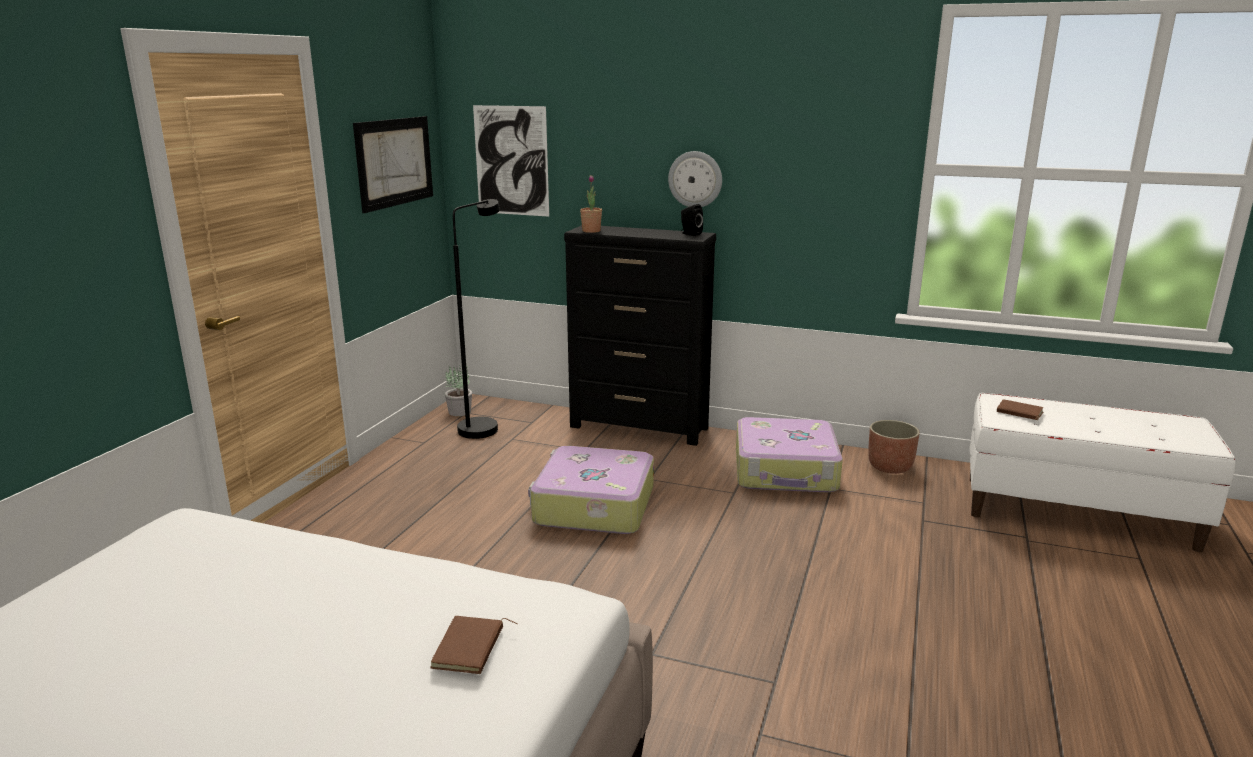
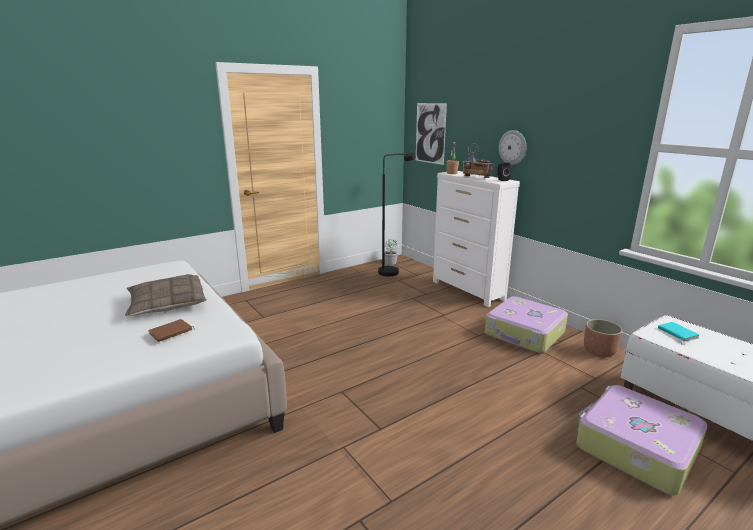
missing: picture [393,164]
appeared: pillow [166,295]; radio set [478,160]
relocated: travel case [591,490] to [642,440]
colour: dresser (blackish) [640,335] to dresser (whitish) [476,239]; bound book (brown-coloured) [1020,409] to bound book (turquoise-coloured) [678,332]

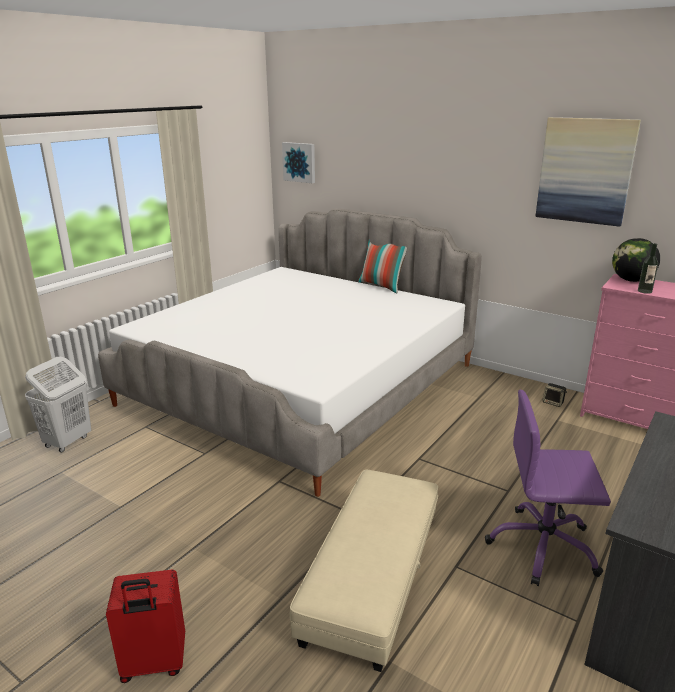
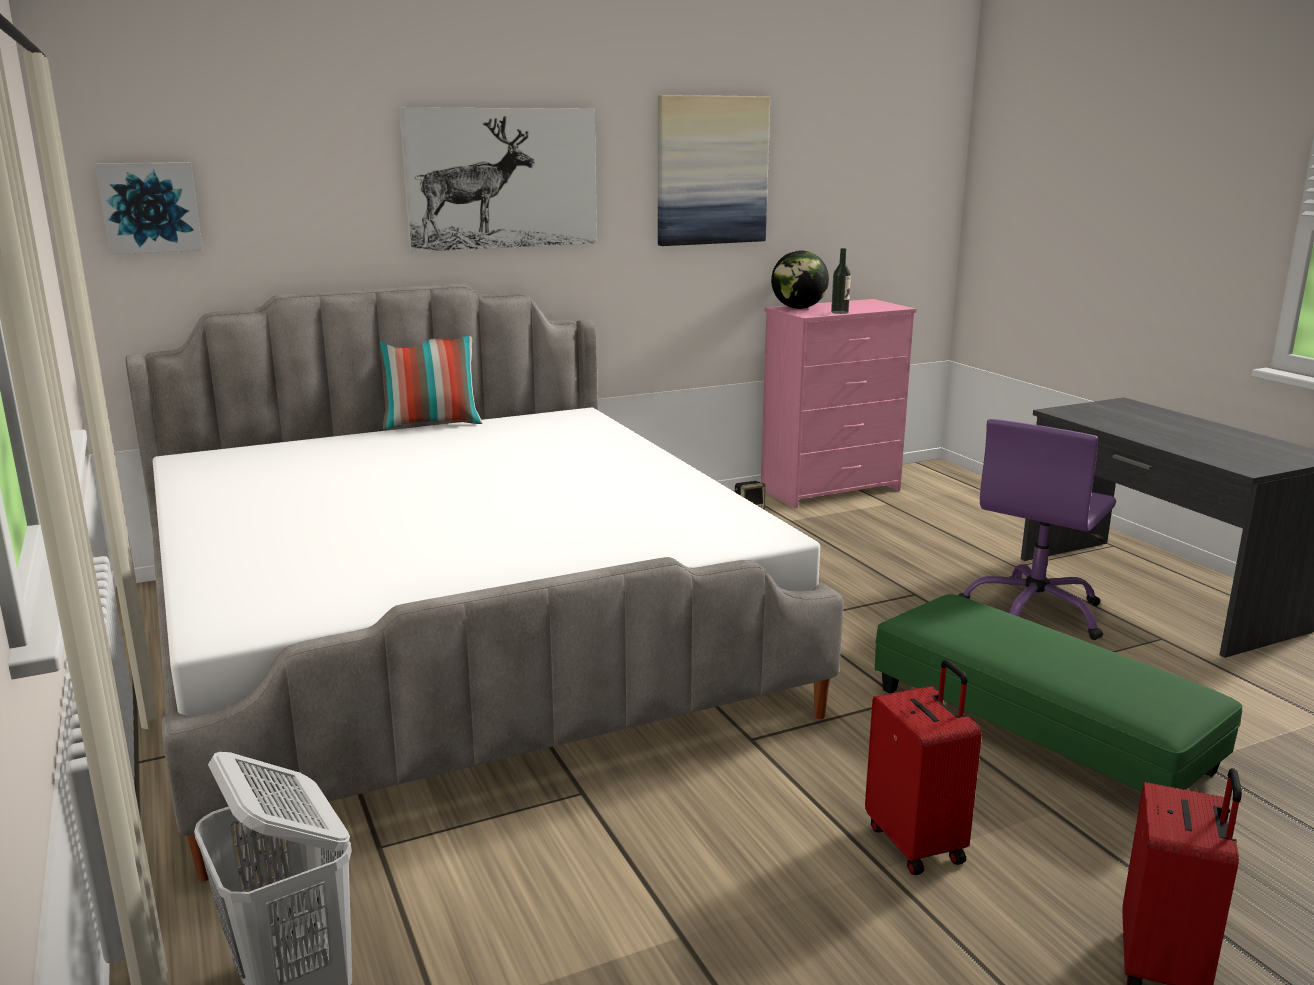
appeared: picture [498,179]; travel case (red-coloured) [923,767]
colour: ottoman (sand-coloured) [364,571] to ottoman (green-coloured) [1058,693]

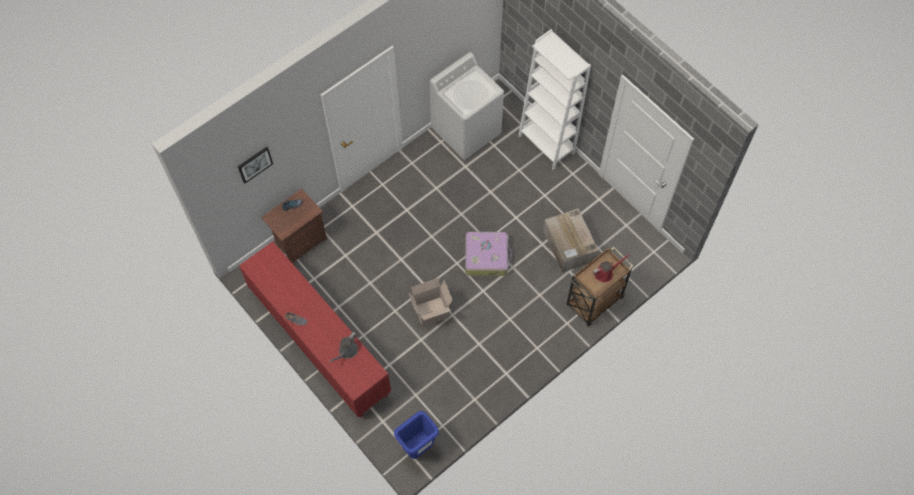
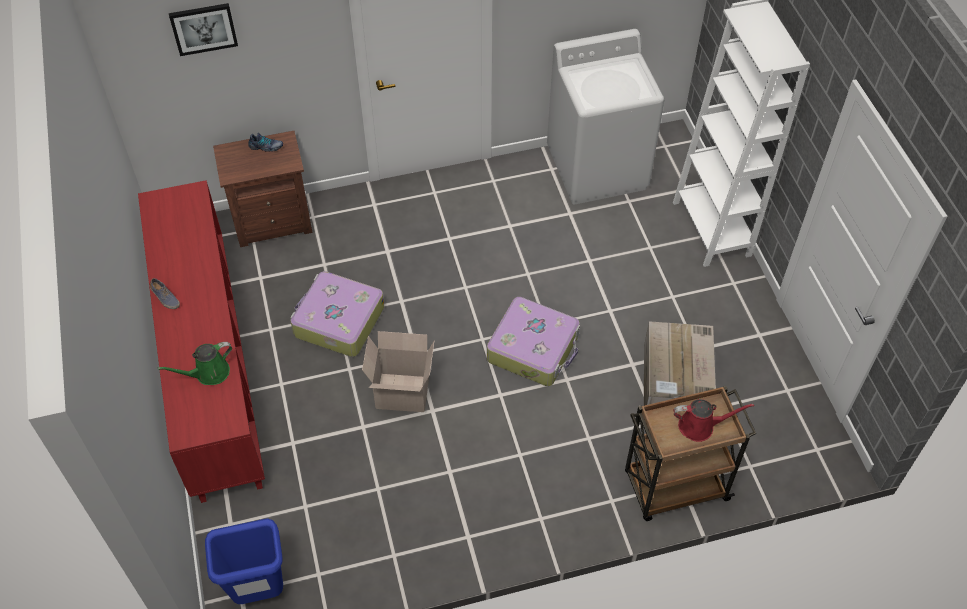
appeared: travel case [337,314]
colour: watering pot (greyish) [343,347] to watering pot (green-coloured) [195,363]

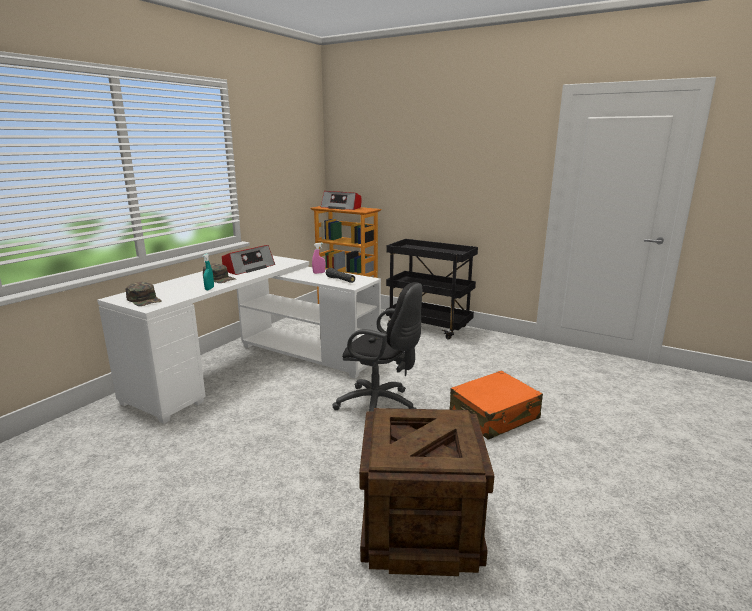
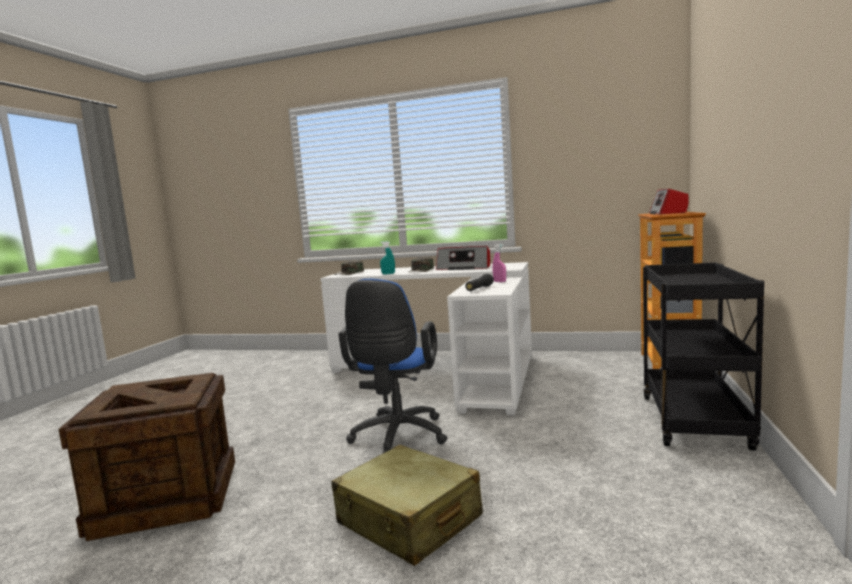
colour: travel case (orangey) [496,405] to travel case (sand-coloured) [407,505]; computer chair (blackish) [377,347] to computer chair (bluish) [393,366]

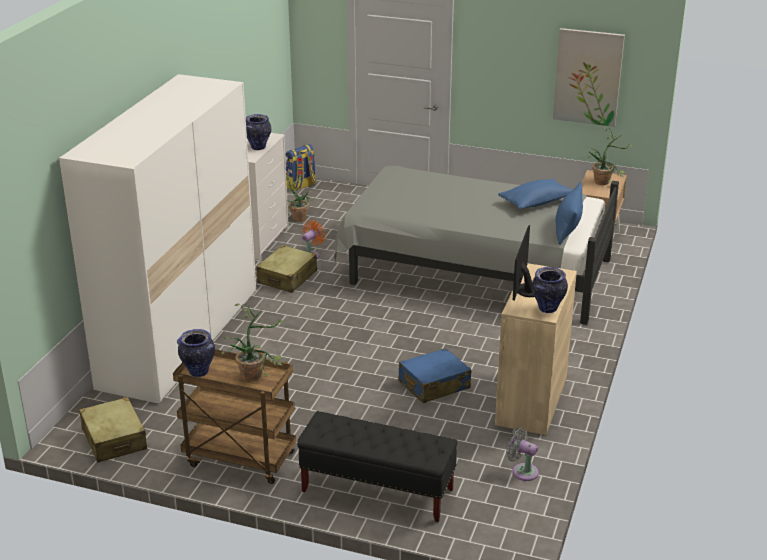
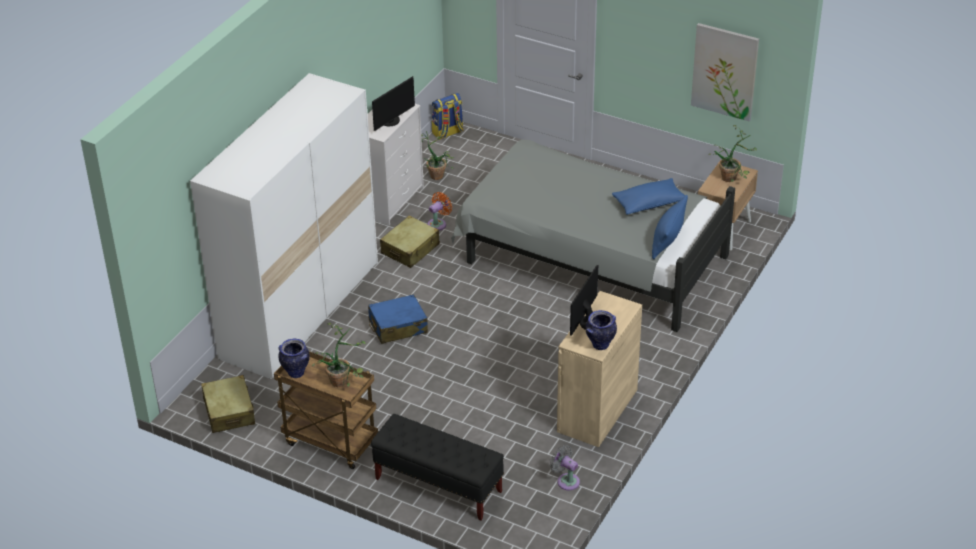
relocated: travel case (bluish) [434,375] to [398,319]
exchanged: flower vase [258,132] to computer display [393,103]

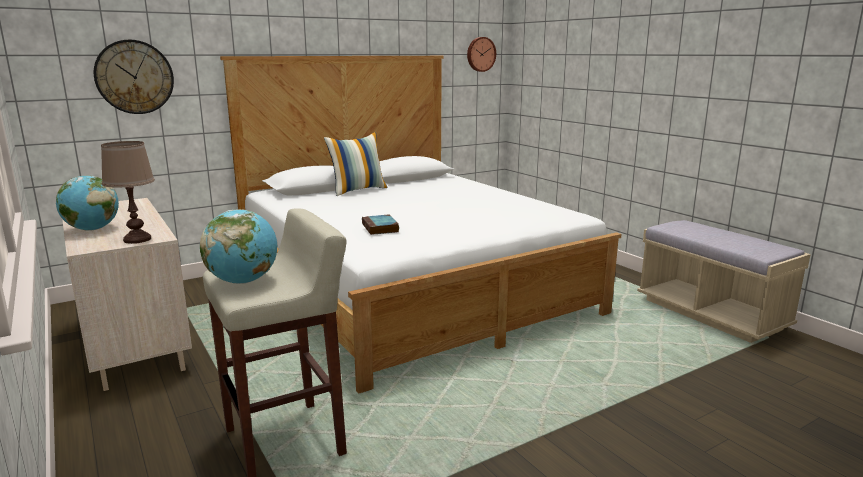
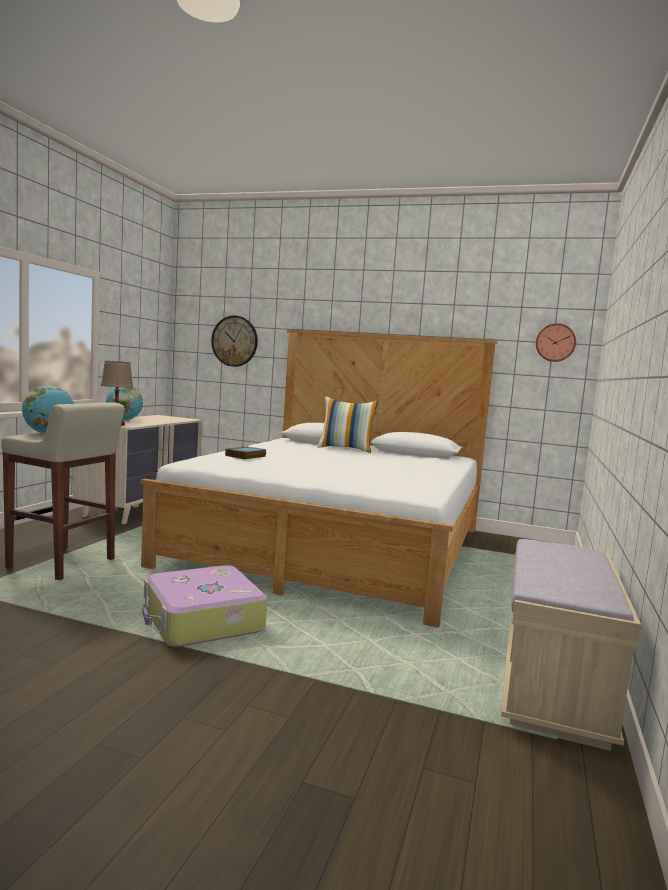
appeared: travel case [204,606]

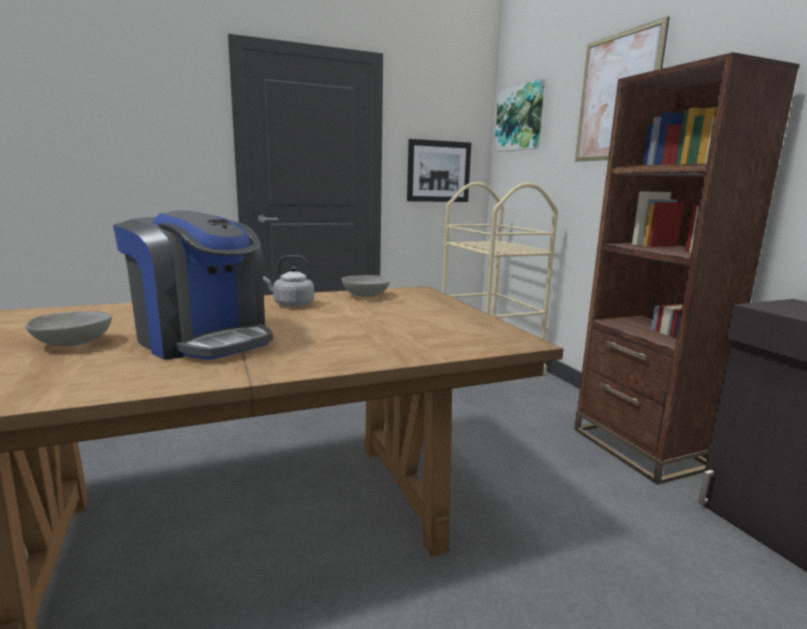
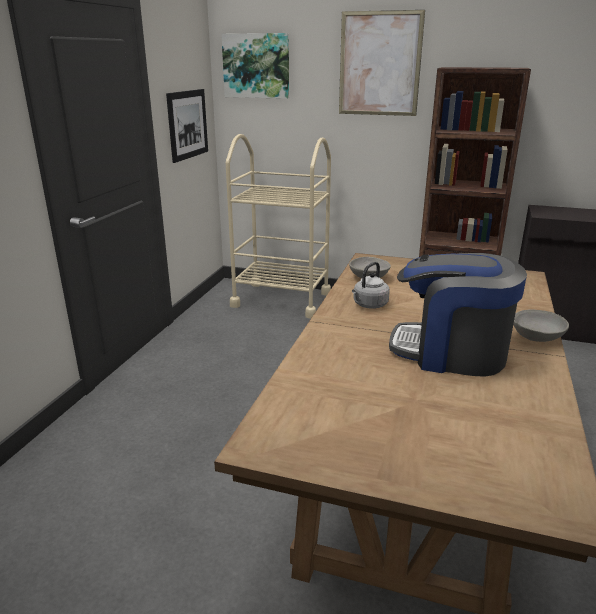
relocated: bowl (greyish) [68,329] to [541,326]
spun: coffee machine [193,285] = [458,315] 150 degrees counterclockwise

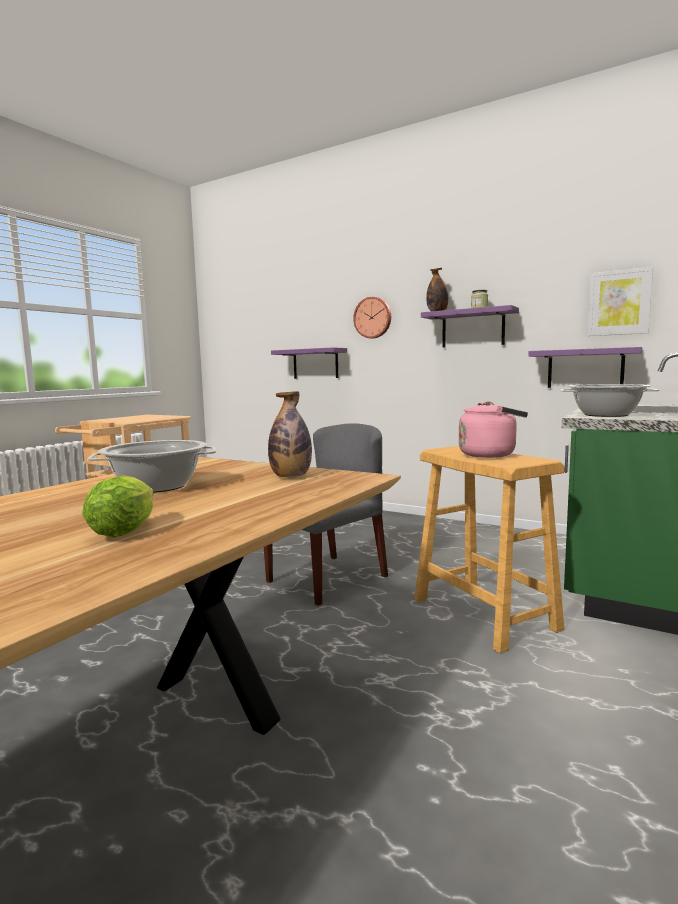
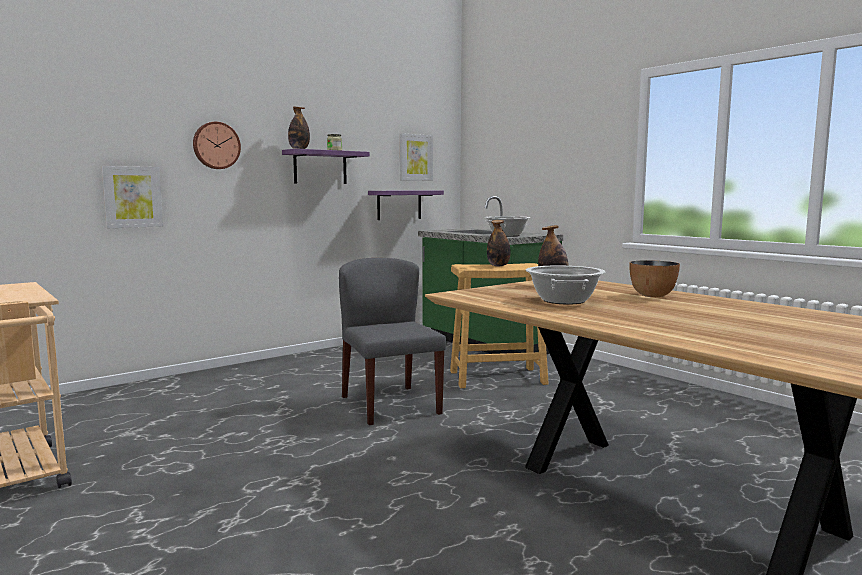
missing: lettuce [118,506]
appeared: bowl [654,278]
exchanged: bracket shelf (purple) [309,363] to picture [132,197]; kettle (pink-coloured) [493,429] to beverage bottle [499,243]

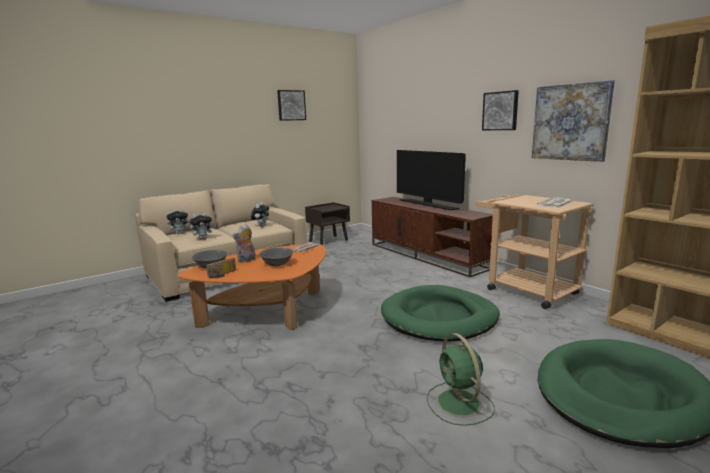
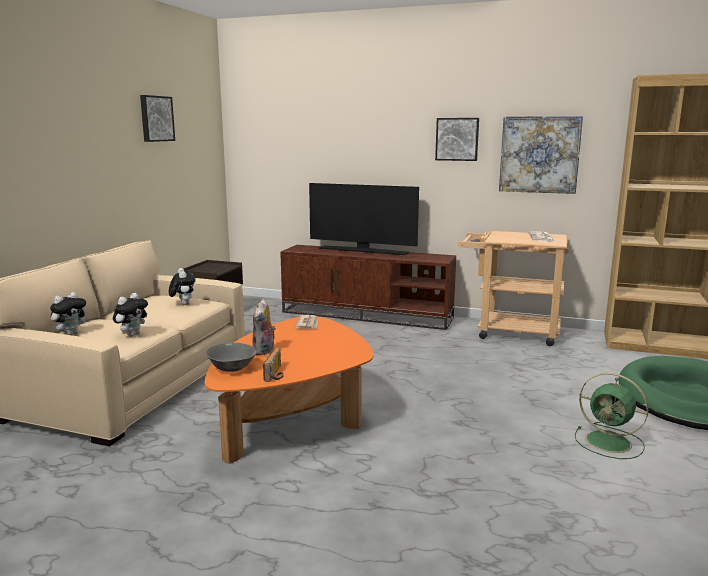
missing: bowl (greyish) [276,257]; dog bed (green-coloured) [440,313]

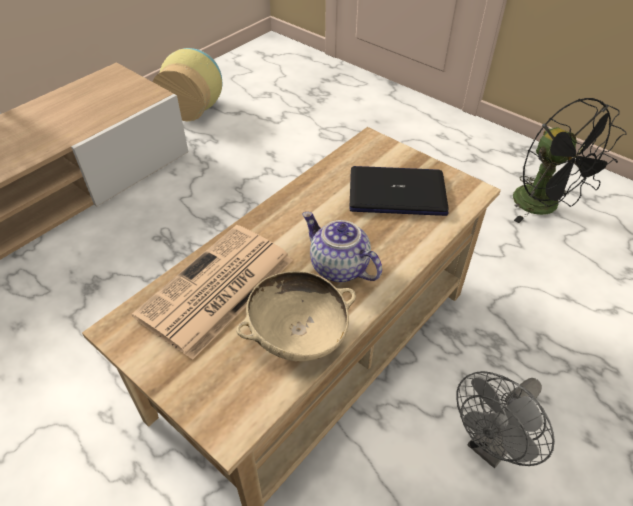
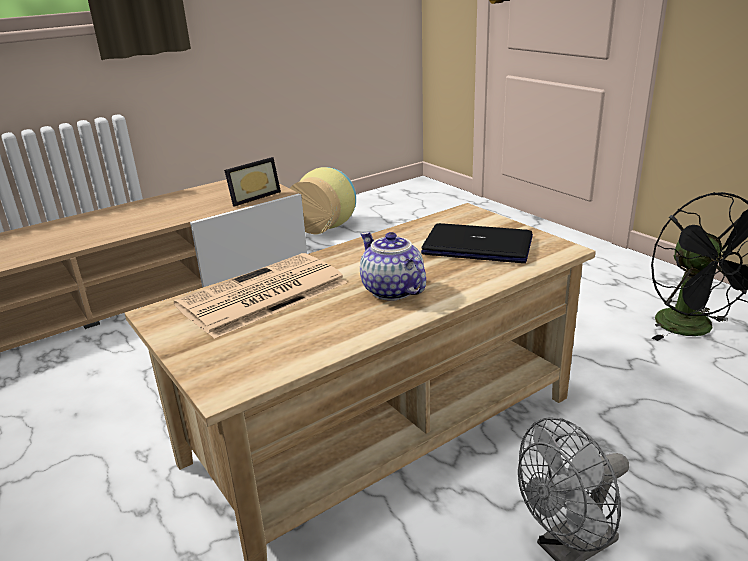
missing: bowl (sand-coloured) [296,316]
appeared: standing frame [252,182]

